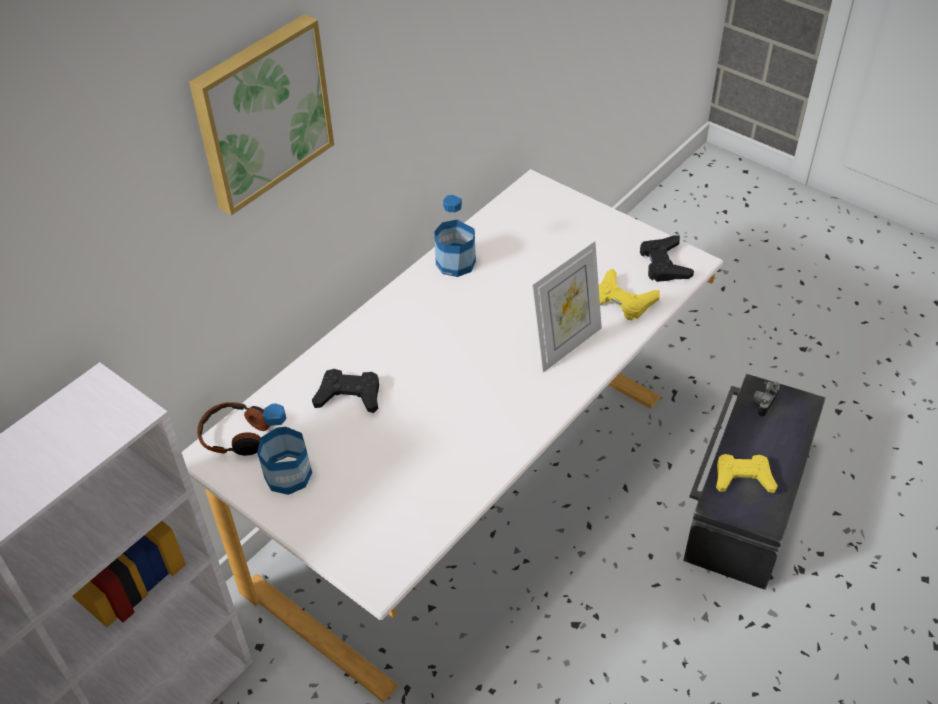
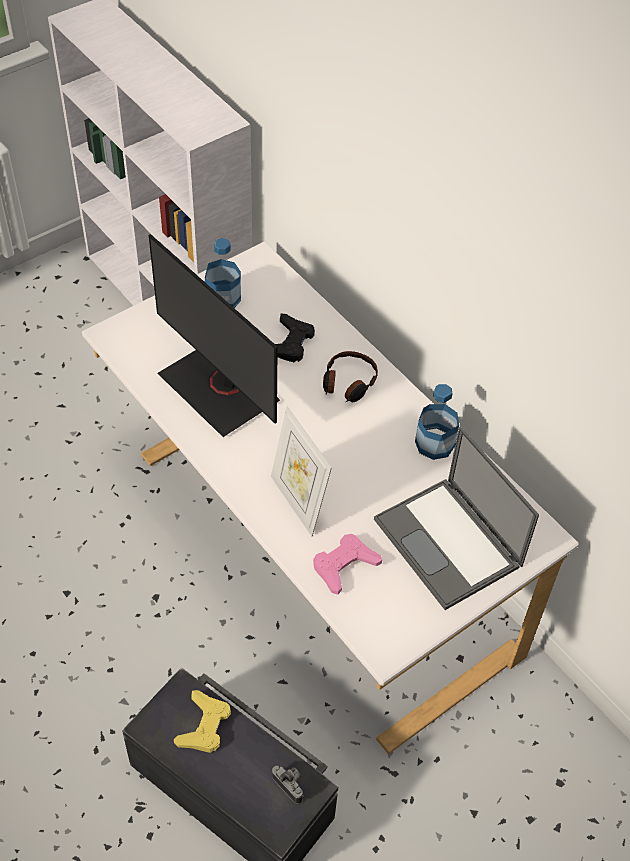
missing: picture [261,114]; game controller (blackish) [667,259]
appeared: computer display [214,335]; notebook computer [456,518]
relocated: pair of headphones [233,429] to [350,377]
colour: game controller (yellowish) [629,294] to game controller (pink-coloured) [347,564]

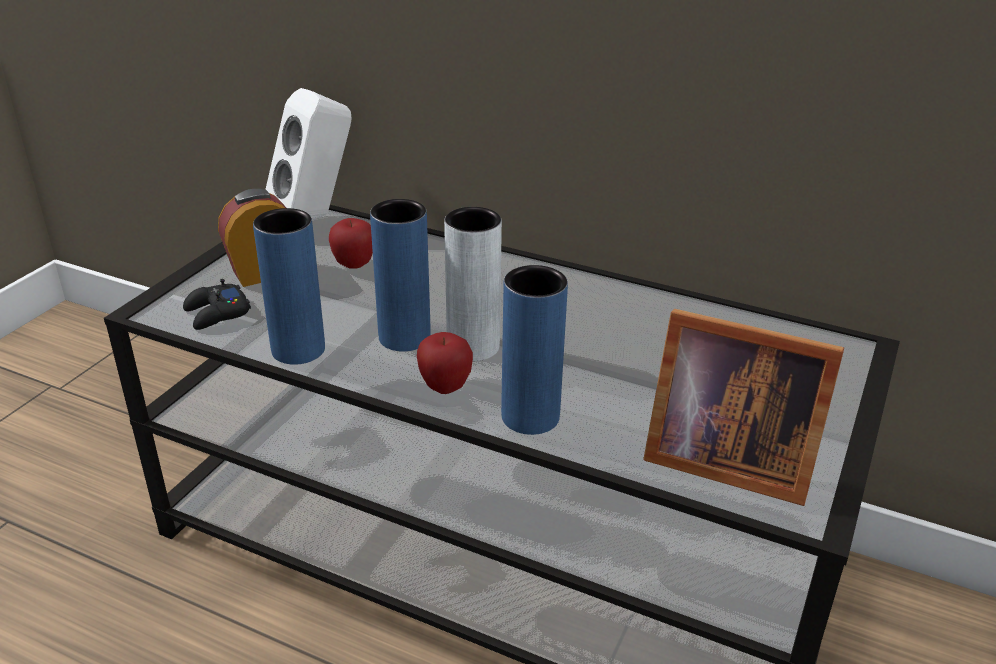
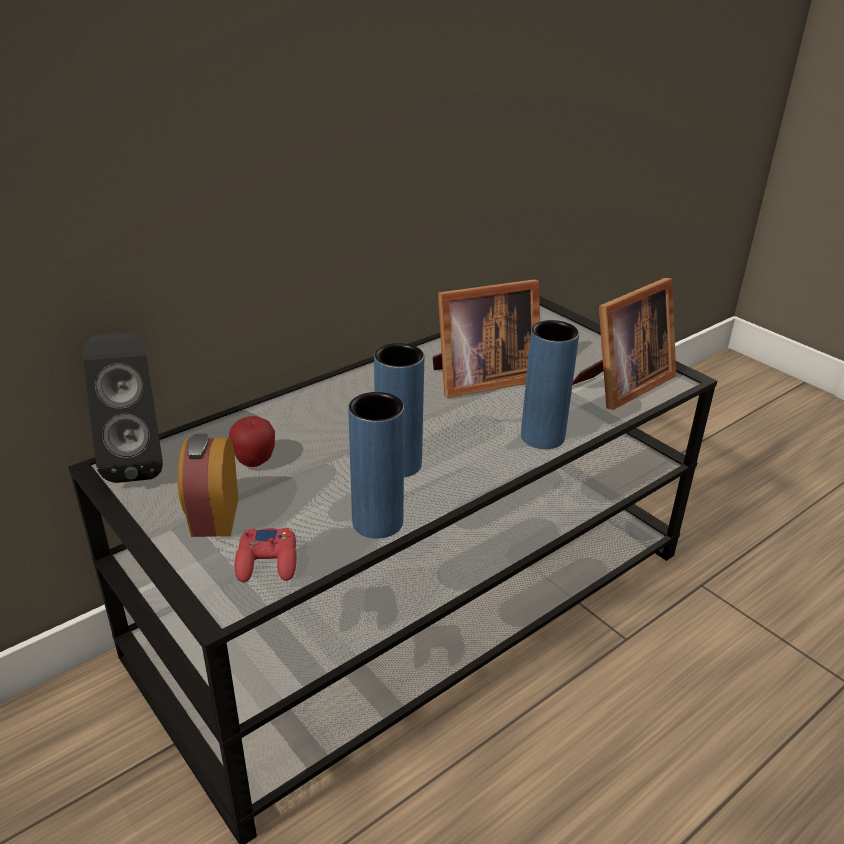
missing: whole apple [445,363]; flower vase (greyish) [473,284]
appeared: standing frame [486,338]
colour: audio speaker (whitish) [308,154] to audio speaker (blackish) [123,407]; game controller (blackish) [217,304] to game controller (red-coloured) [266,555]

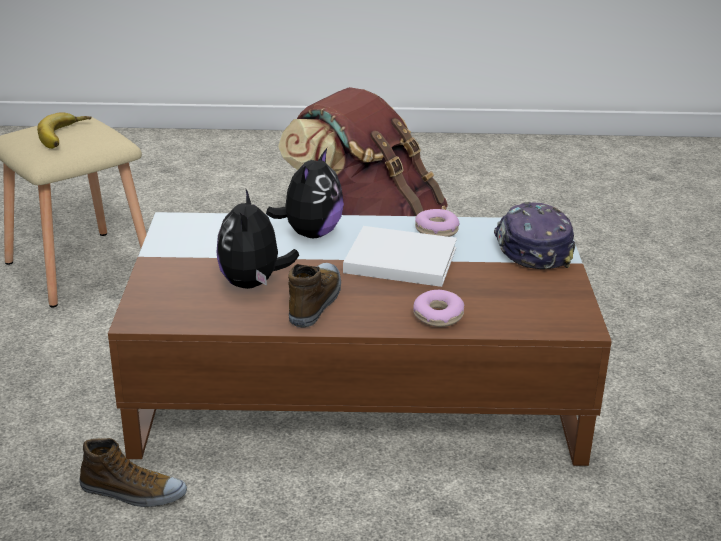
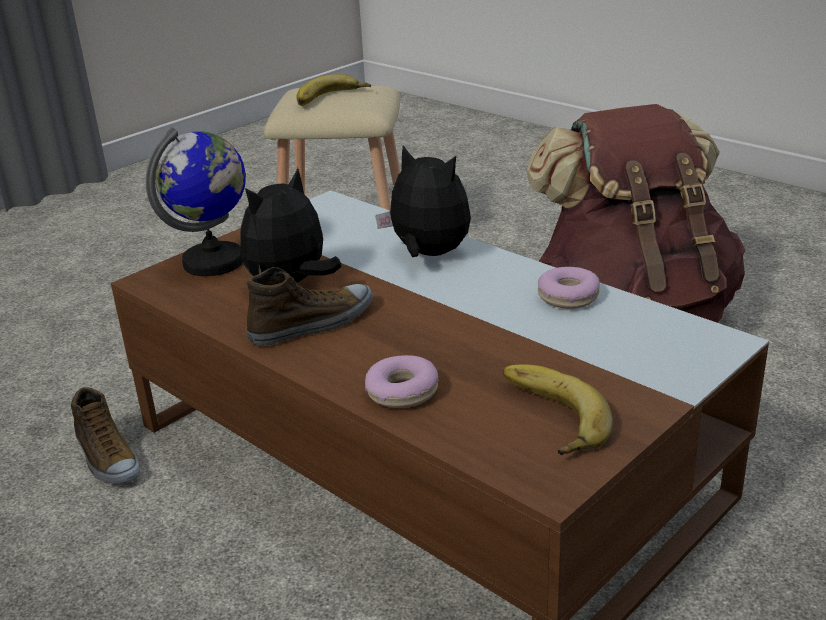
missing: bound book (whitish) [400,256]; baseball cap [534,235]
appeared: desk globe [196,201]; banana fruit [558,410]
spun: soft toy [305,193] = [423,201] 120 degrees counterclockwise

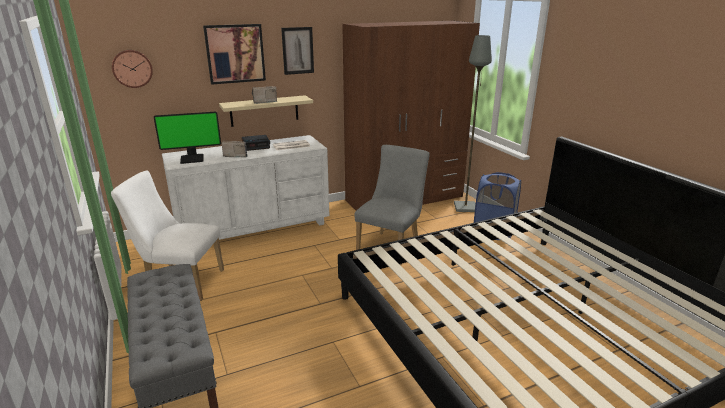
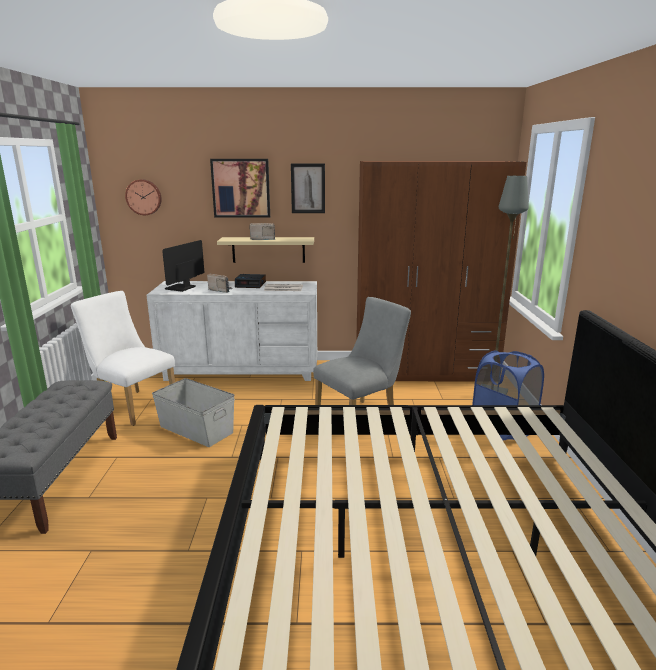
appeared: storage container (greyish) [193,412]
spun: computer display [187,138] = [183,266] 105 degrees clockwise

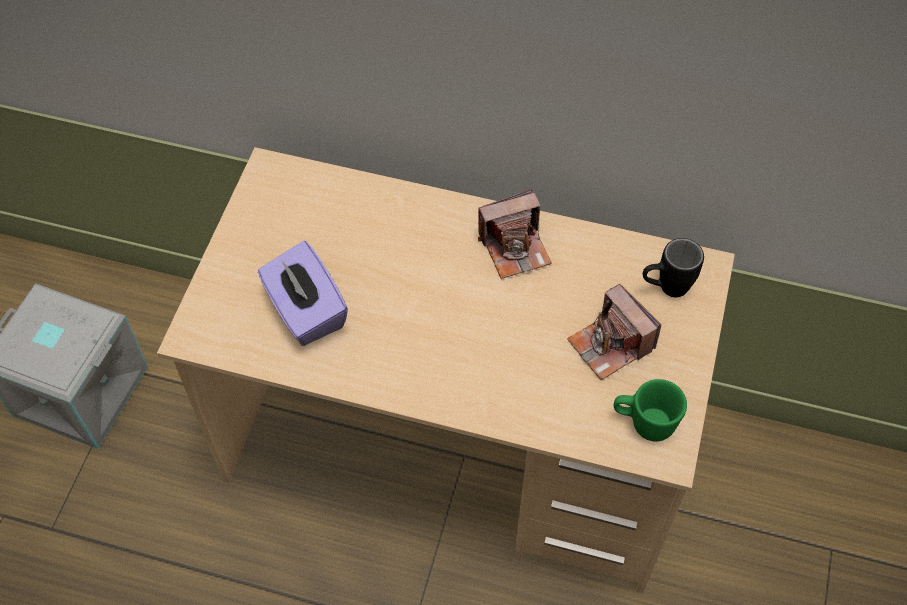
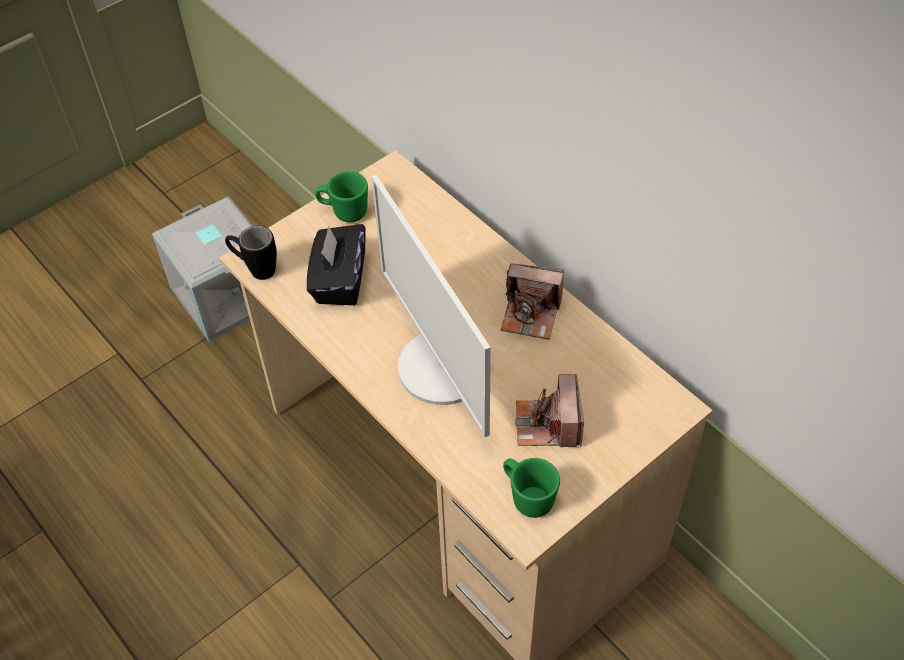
appeared: mug (green-coloured) [341,196]; computer display [431,306]
relocated: mug (blackish) [673,267] to [251,253]
colour: tissue box (purple) [303,293] to tissue box (blackish) [336,264]

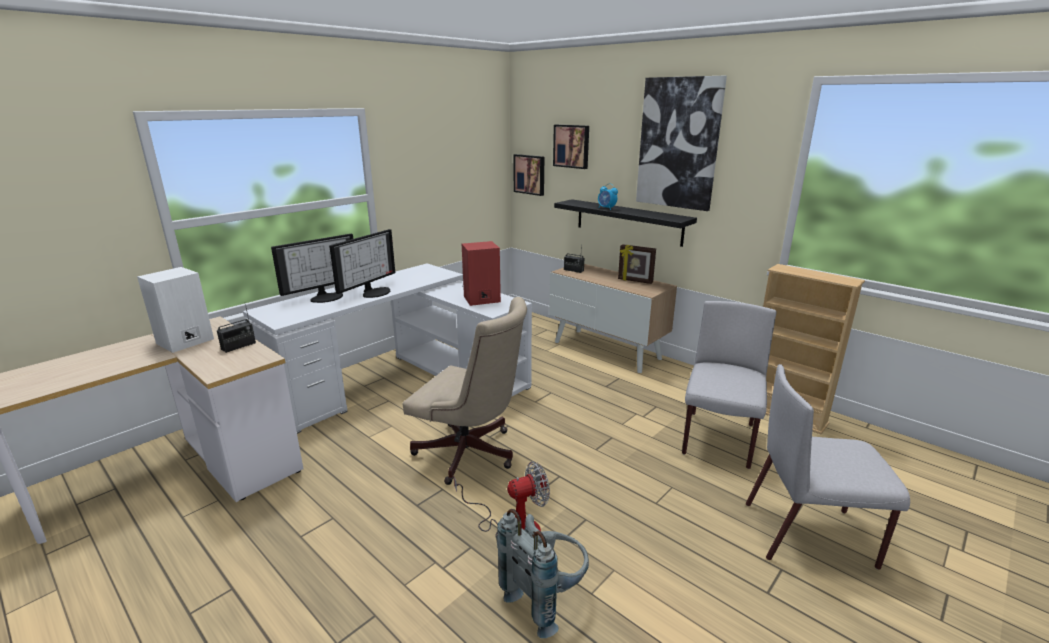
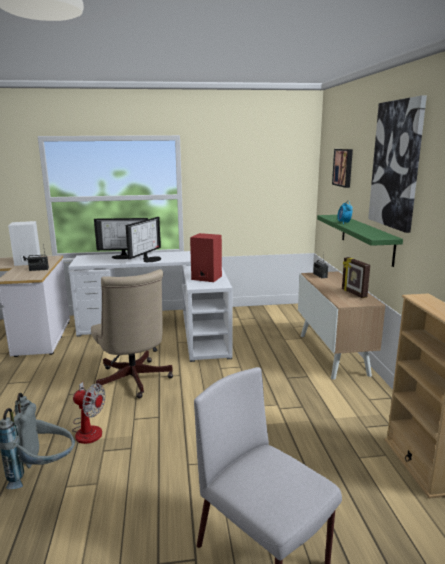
missing: picture [528,175]; upright chair (greyish) [729,385]
colour: bracket shelf (blackish) [625,223] to bracket shelf (green-coloured) [360,241]
spun: computer display [362,263] = [143,239] 45 degrees counterclockwise

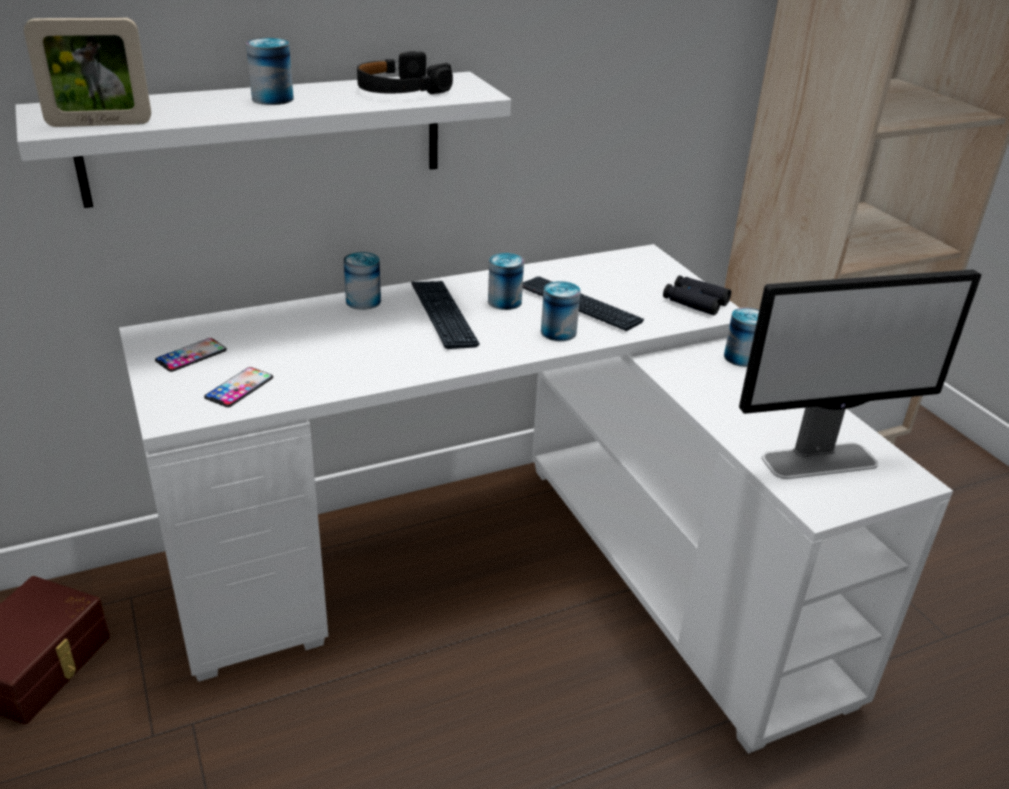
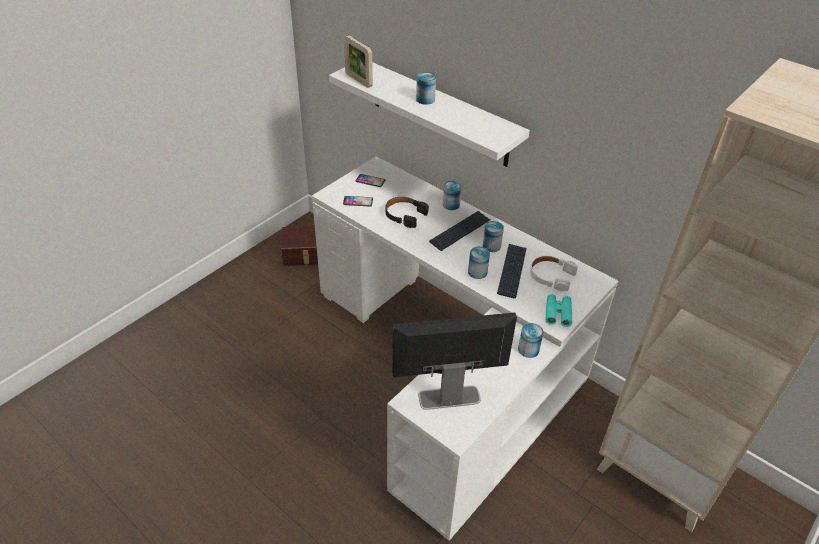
appeared: pair of headphones (whitish) [554,274]
relocated: pair of headphones (blackish) [405,72] to [407,212]
colour: binoculars (blackish) [697,295] to binoculars (turquoise-coloured) [558,310]
spun: computer display [860,374] = [454,361] 120 degrees clockwise

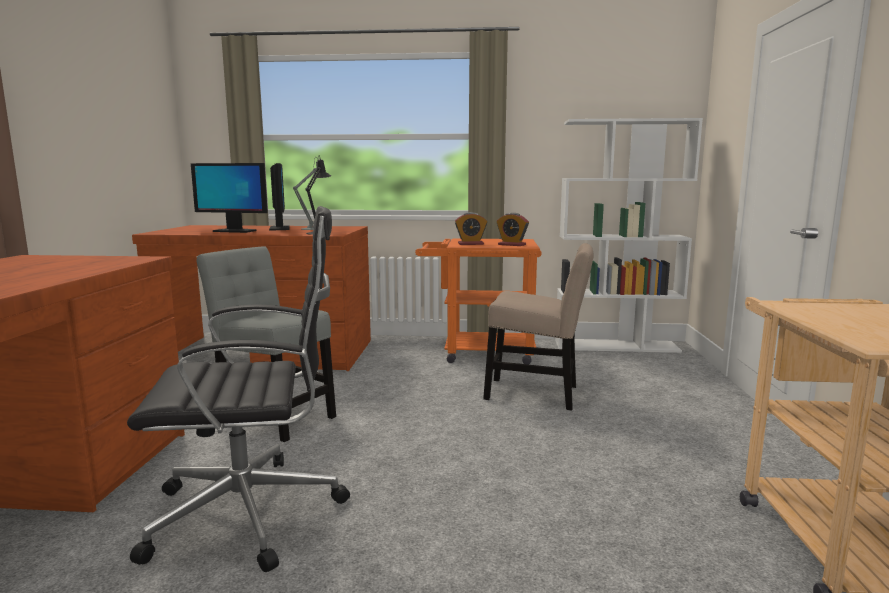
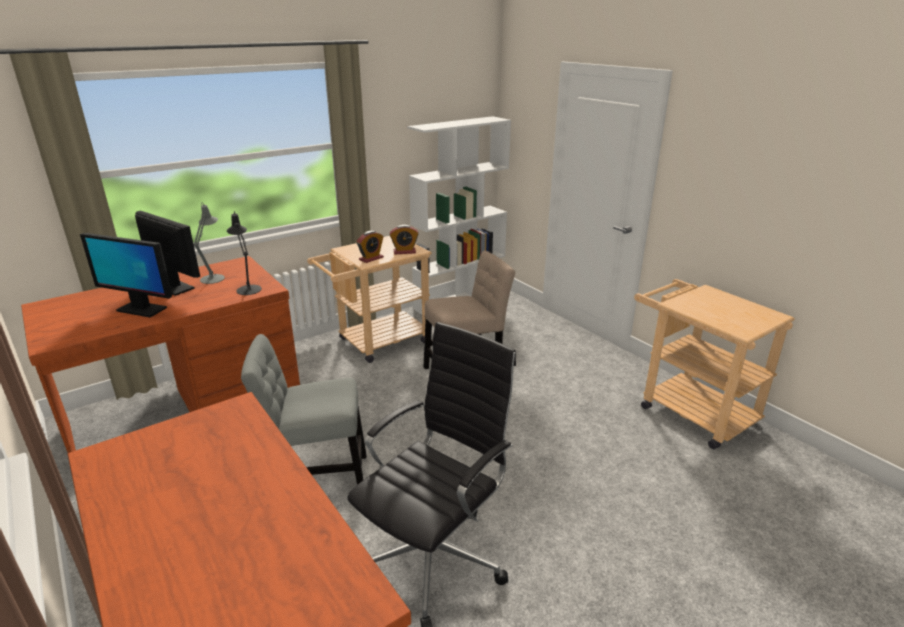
colour: wheeled cart (orangey) [478,302] to wheeled cart (sand-coloured) [369,299]
spun: computer display [229,198] = [126,275] 45 degrees clockwise

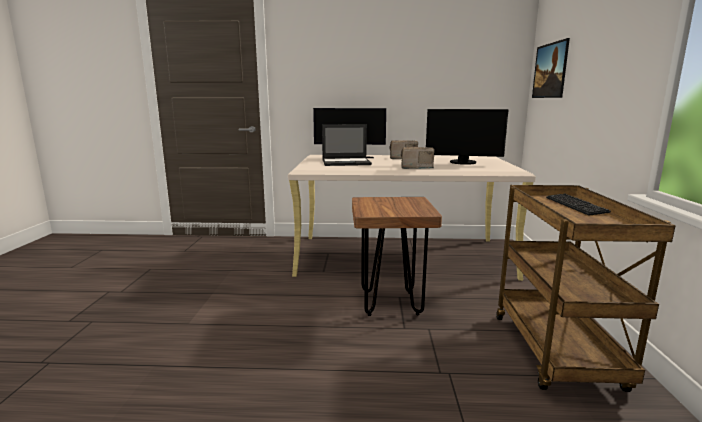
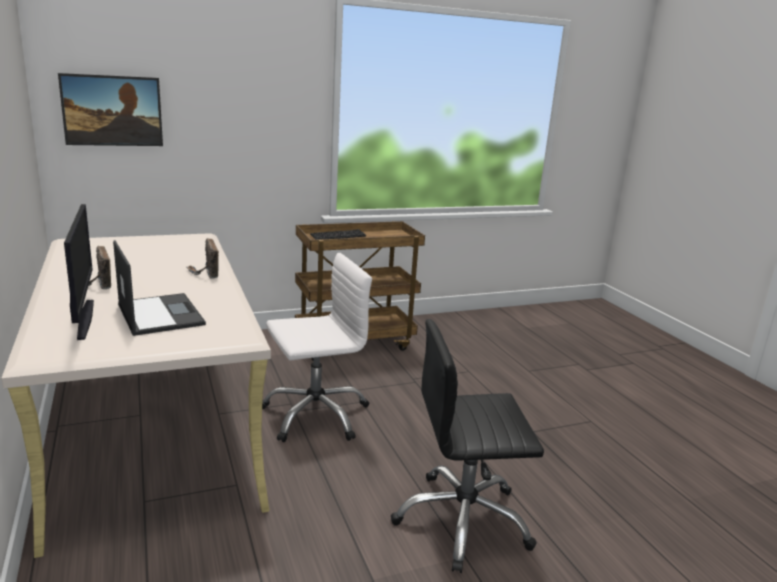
missing: computer display [467,137]
appeared: computer chair (blackish) [467,446]
exchanged: sitting stool (brown-coloured) [397,256] to computer chair (whitish) [317,347]

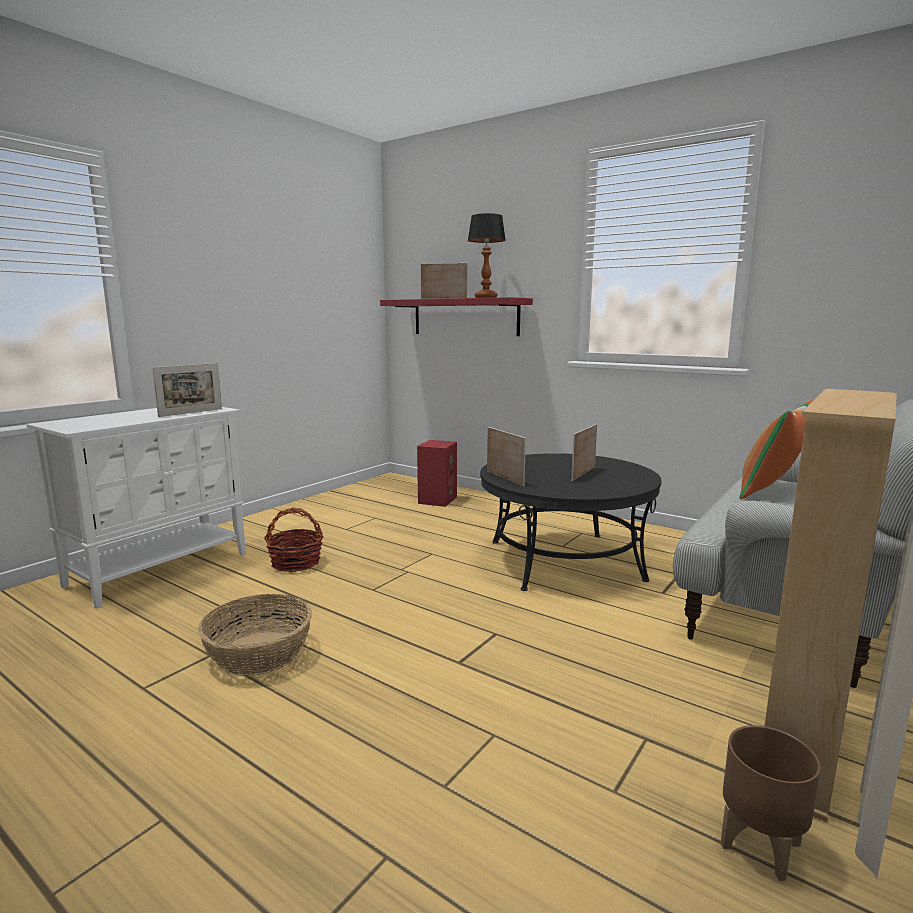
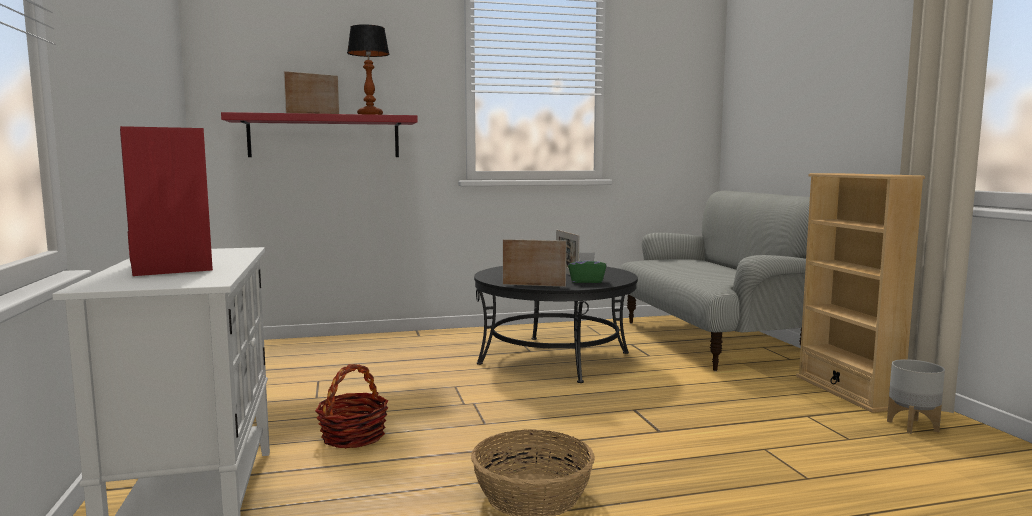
missing: standing frame [187,390]; pillow [776,449]
appeared: tissue box (green-coloured) [587,267]
relocated: audio speaker (red-coloured) [437,473] to [166,201]
colour: planter (brown-coloured) [770,803] to planter (greyish) [916,396]

